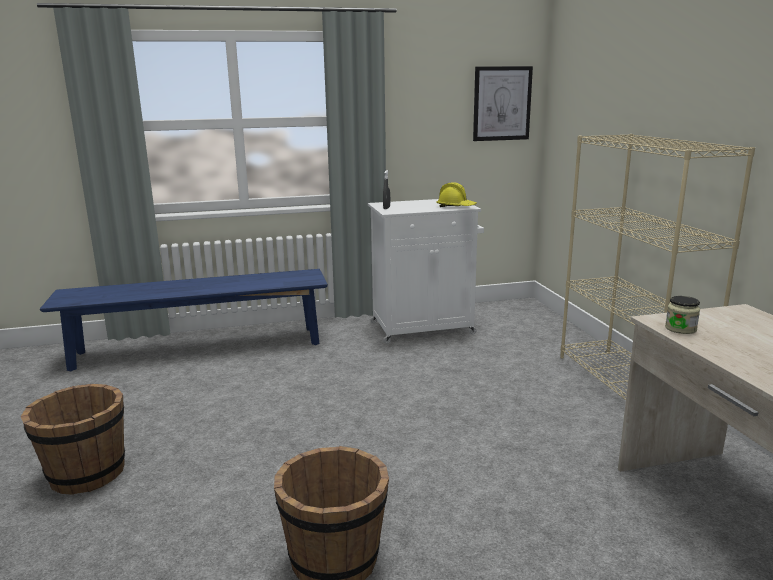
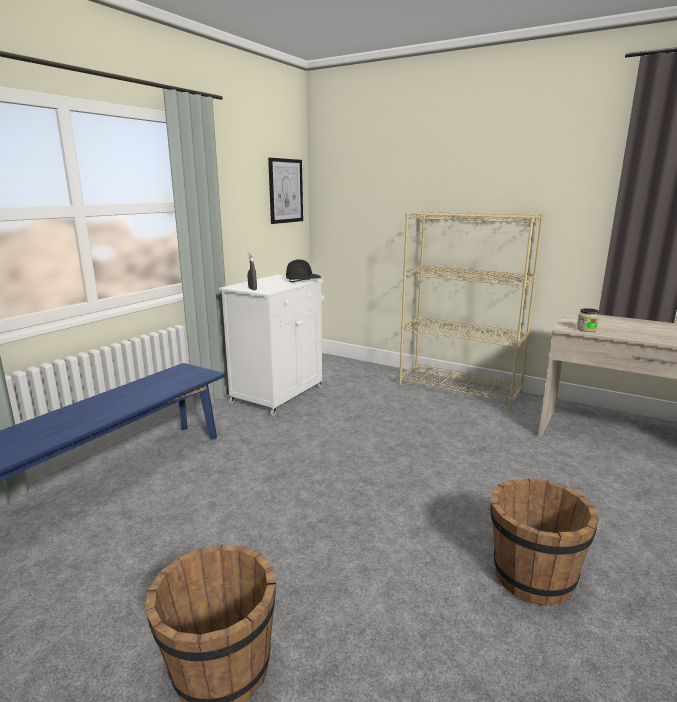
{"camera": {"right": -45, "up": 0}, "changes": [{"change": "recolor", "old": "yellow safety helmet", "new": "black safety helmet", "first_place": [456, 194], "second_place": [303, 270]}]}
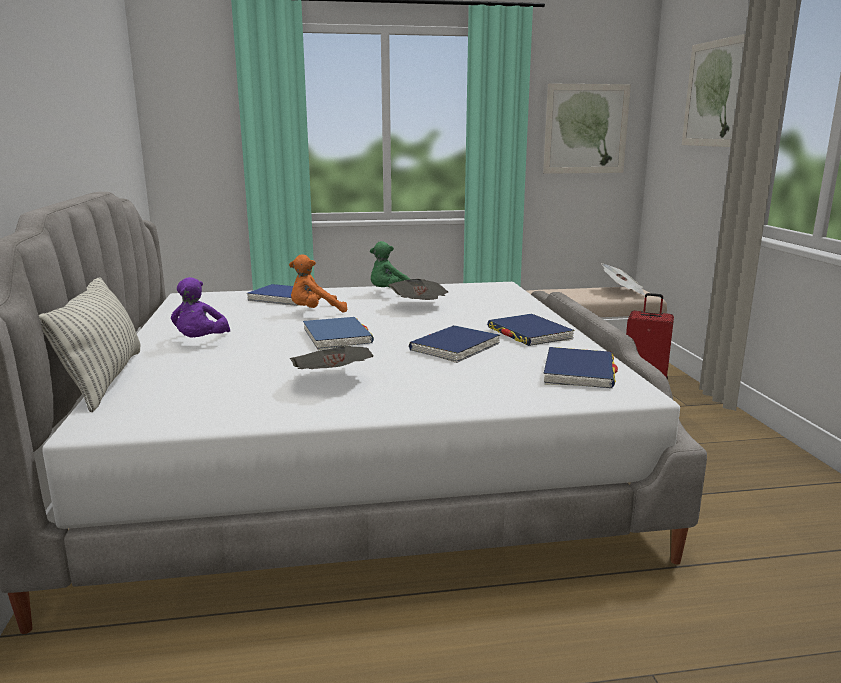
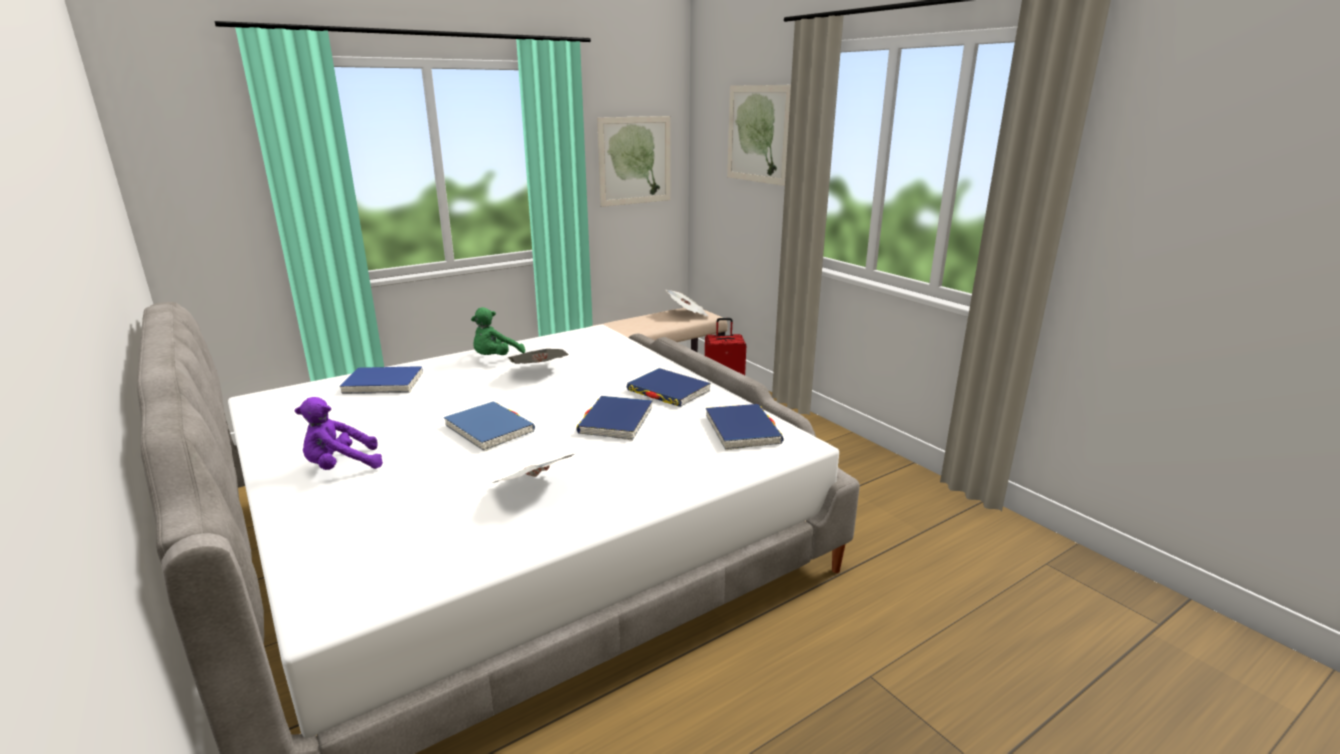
{"camera": {"right": -25, "up": 5}, "changes": [{"change": "rotate", "old": "purple cuddly toy", "first_place": [200, 307], "second_place": [338, 433], "degrees": 90}, {"change": "delete", "old": "pillow", "first_place": [89, 344]}, {"change": "delete", "old": "orangey cuddly toy", "first_place": [318, 283]}]}
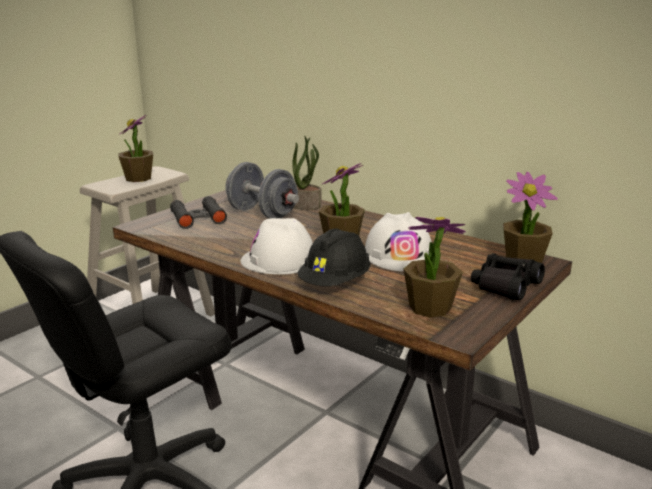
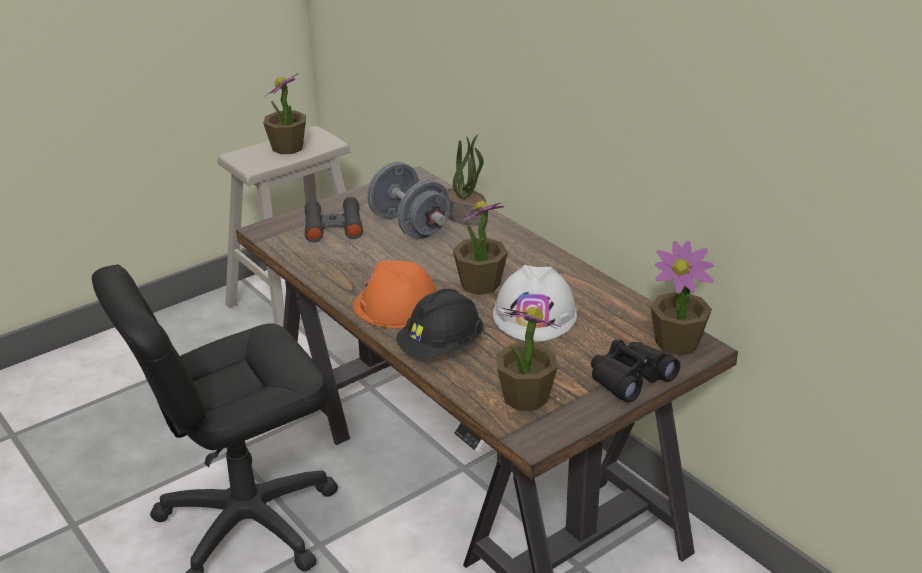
{"camera": {"right": 15, "up": 10}, "changes": [{"change": "recolor", "old": "white safety helmet", "new": "orangey safety helmet", "first_place": [276, 246], "second_place": [394, 294]}]}
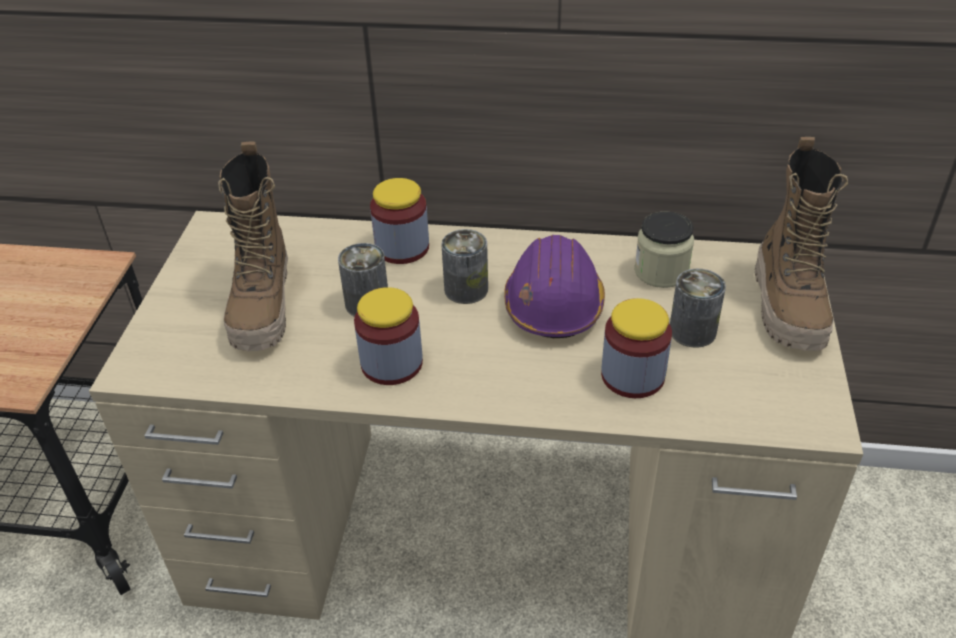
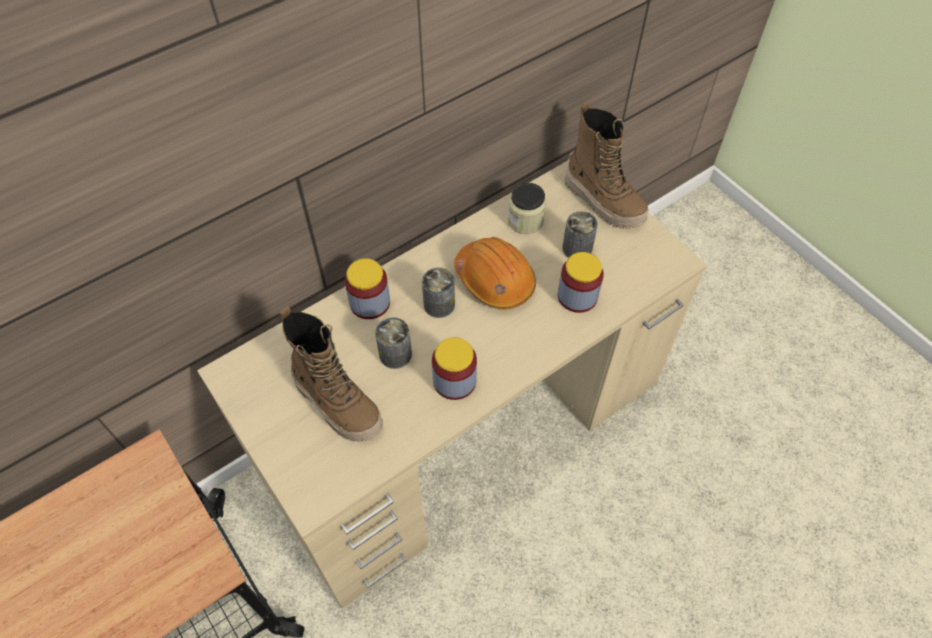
{"camera": {"right": -45, "up": 15}, "changes": [{"change": "recolor", "old": "purple safety helmet", "new": "orangey safety helmet", "first_place": [554, 286], "second_place": [495, 273]}]}
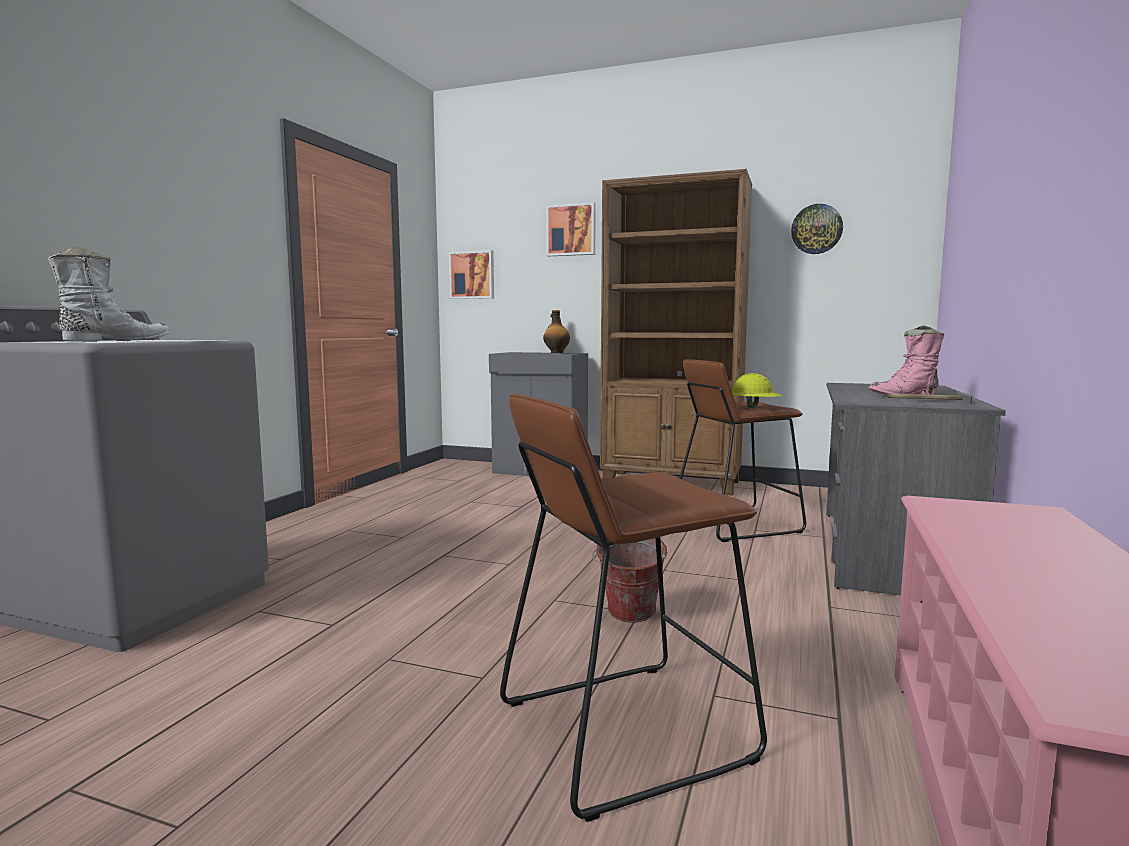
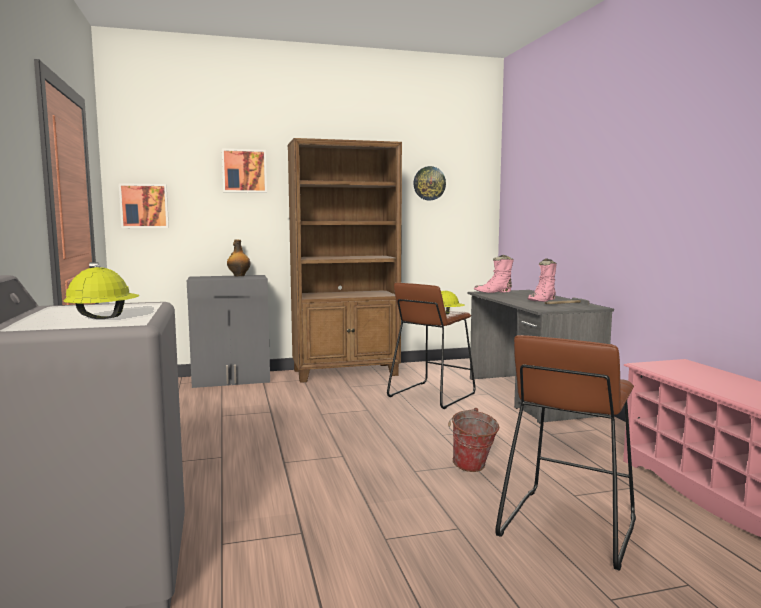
{"camera": {"right": -35, "up": 0}, "changes": [{"change": "replace", "old": "white tall boot", "new": "yellow safety helmet", "first_place": [109, 294], "second_place": [102, 293]}, {"change": "insert", "new": "pinkish tall boot", "second_place": [494, 274]}]}
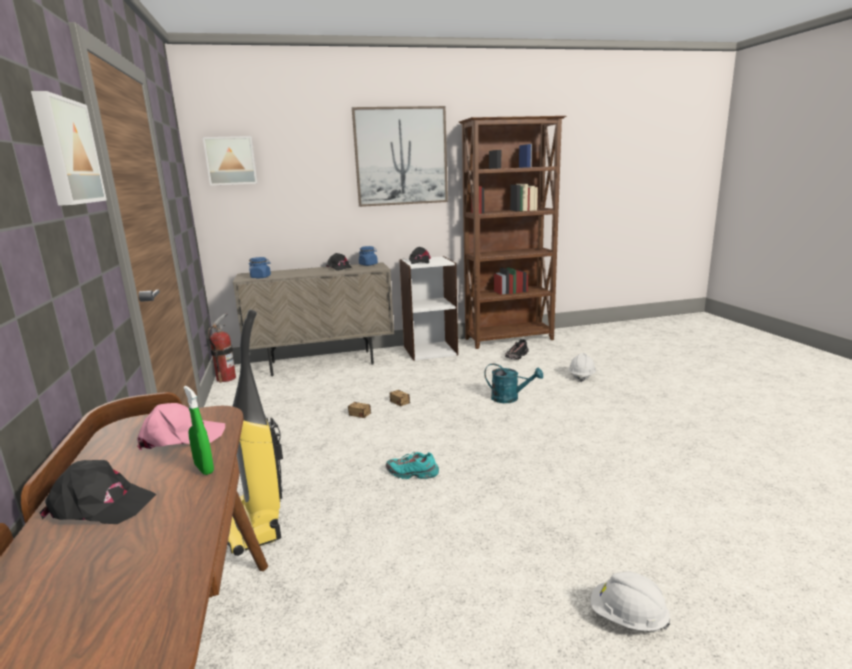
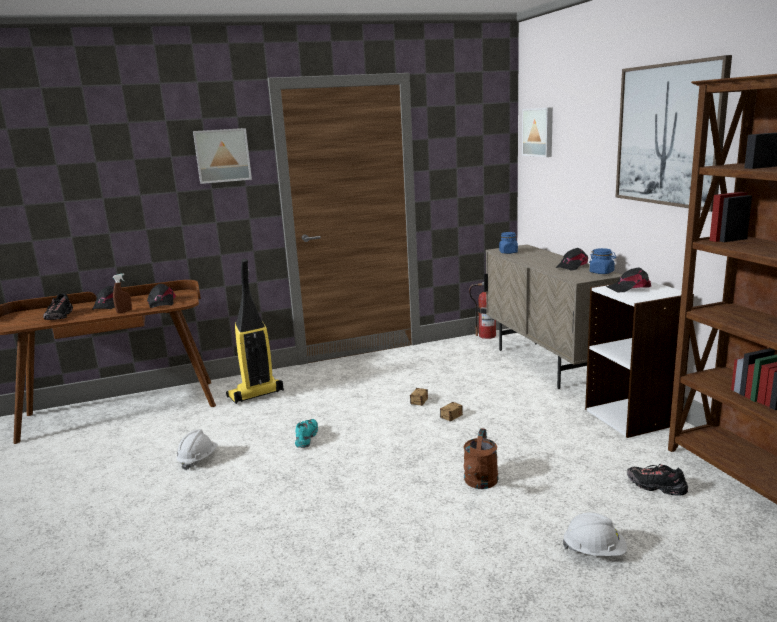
{"camera": {"right": 85, "up": 0}, "changes": [{"change": "insert", "new": "black item of footwear", "second_place": [58, 306]}, {"change": "recolor", "old": "green sprayer", "new": "brownish sprayer", "first_place": [199, 430], "second_place": [122, 293]}, {"change": "recolor", "old": "pinkish baseball cap", "new": "black baseball cap", "first_place": [181, 427], "second_place": [161, 296]}, {"change": "move", "old": "white safety helmet", "first_place": [630, 601], "second_place": [197, 449]}, {"change": "recolor", "old": "blue-green sprinkling can", "new": "brownish sprinkling can", "first_place": [513, 383], "second_place": [480, 458]}]}
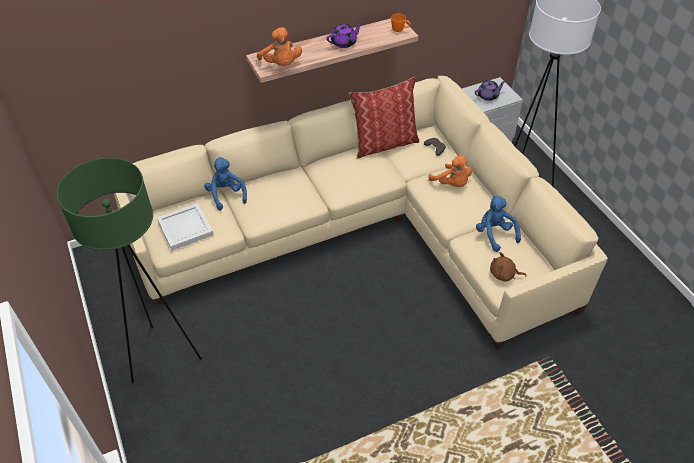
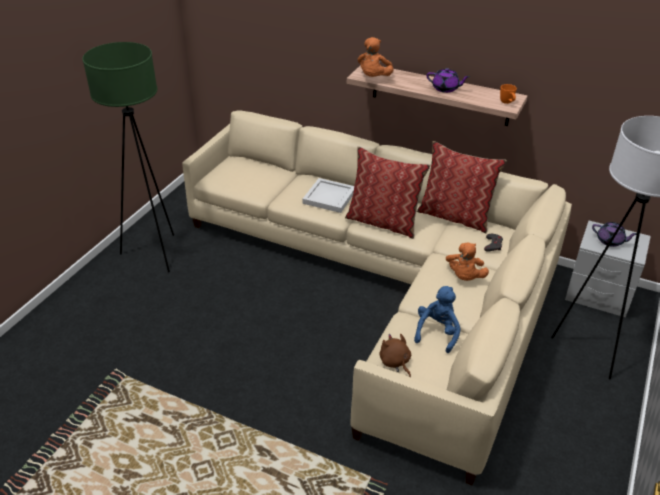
{"camera": {"right": 50, "up": -10}, "changes": [{"change": "move", "old": "white serving tray", "first_place": [185, 226], "second_place": [328, 195]}, {"change": "insert", "new": "pillow", "second_place": [387, 192]}, {"change": "delete", "old": "blue cuddly toy", "first_place": [225, 184]}]}
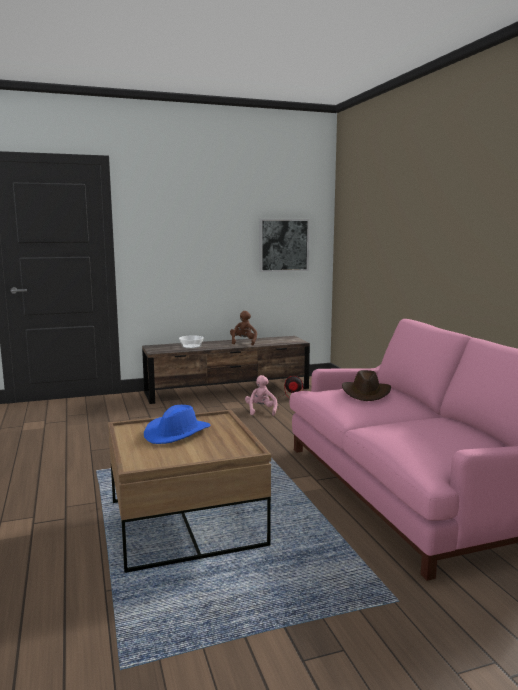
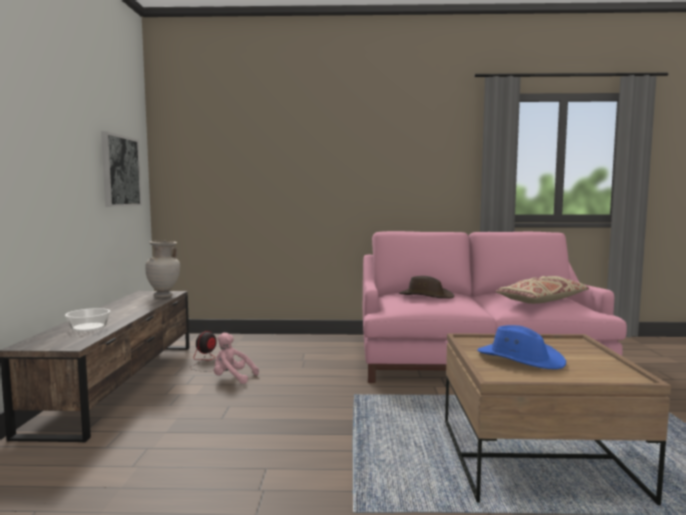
{"camera": {"right": -70, "up": -5}, "changes": [{"change": "insert", "new": "beige-coloured flower vase", "second_place": [162, 269]}, {"change": "insert", "new": "beige-coloured pillow", "second_place": [542, 290]}, {"change": "delete", "old": "brownish cuddly toy", "first_place": [243, 328]}]}
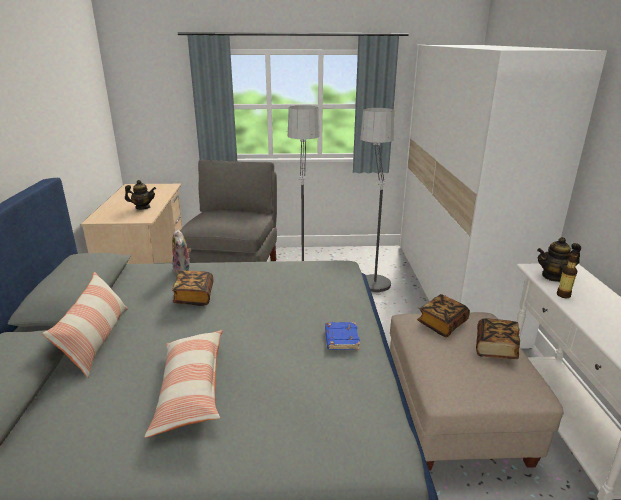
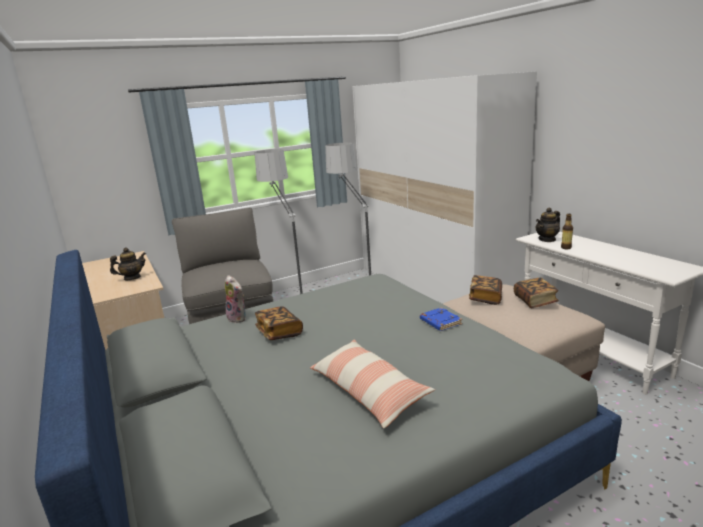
{"camera": {"right": -25, "up": -5}, "changes": [{"change": "delete", "old": "pillow", "first_place": [85, 325]}]}
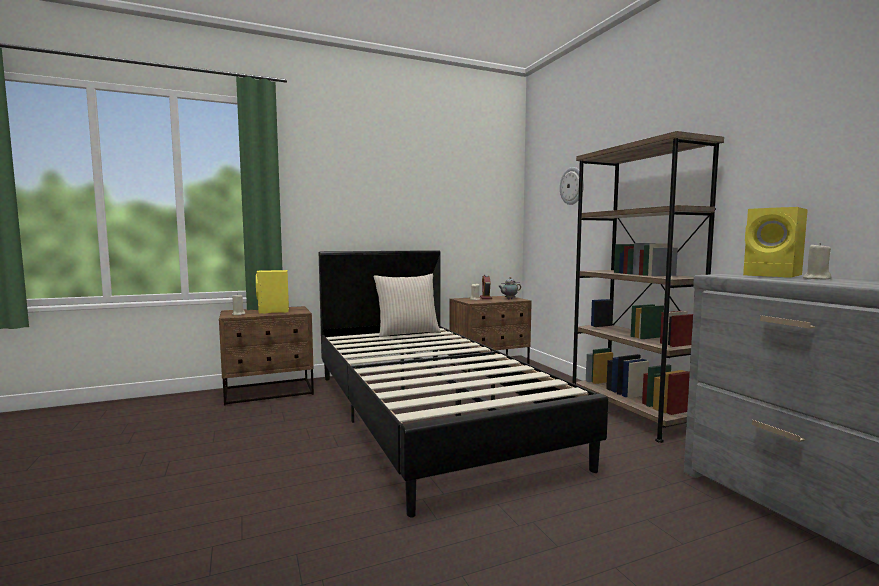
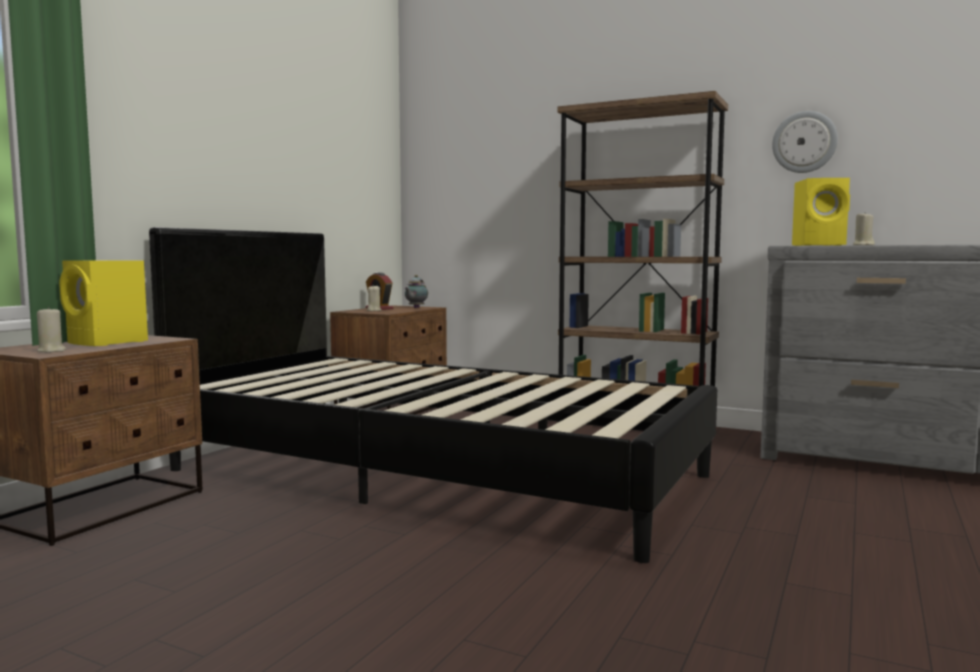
{"camera": {"right": -40, "up": 0}, "changes": [{"change": "move", "old": "hanging clock", "first_place": [572, 186], "second_place": [805, 142]}, {"change": "delete", "old": "beige-coloured pillow", "first_place": [407, 305]}]}
